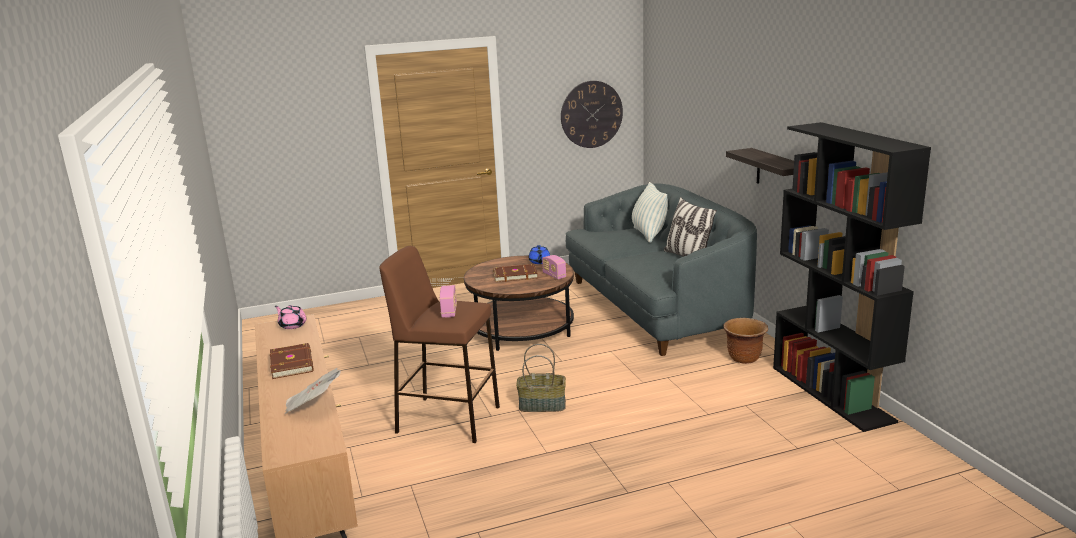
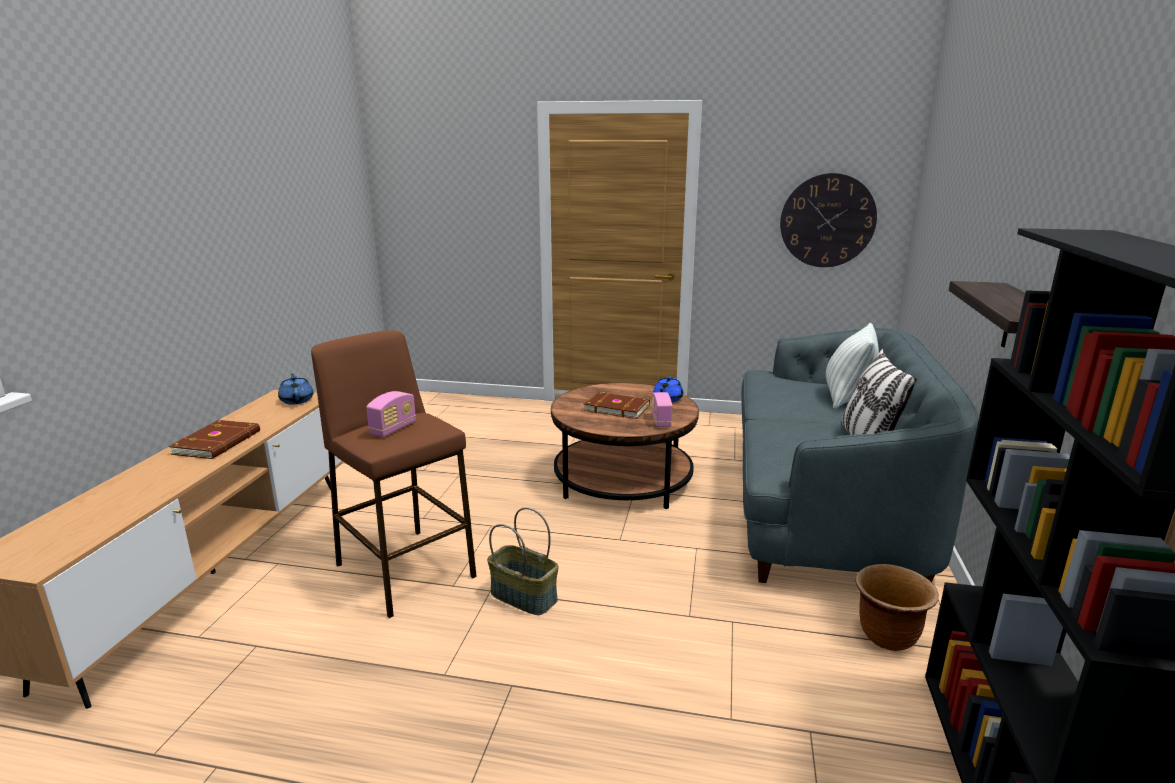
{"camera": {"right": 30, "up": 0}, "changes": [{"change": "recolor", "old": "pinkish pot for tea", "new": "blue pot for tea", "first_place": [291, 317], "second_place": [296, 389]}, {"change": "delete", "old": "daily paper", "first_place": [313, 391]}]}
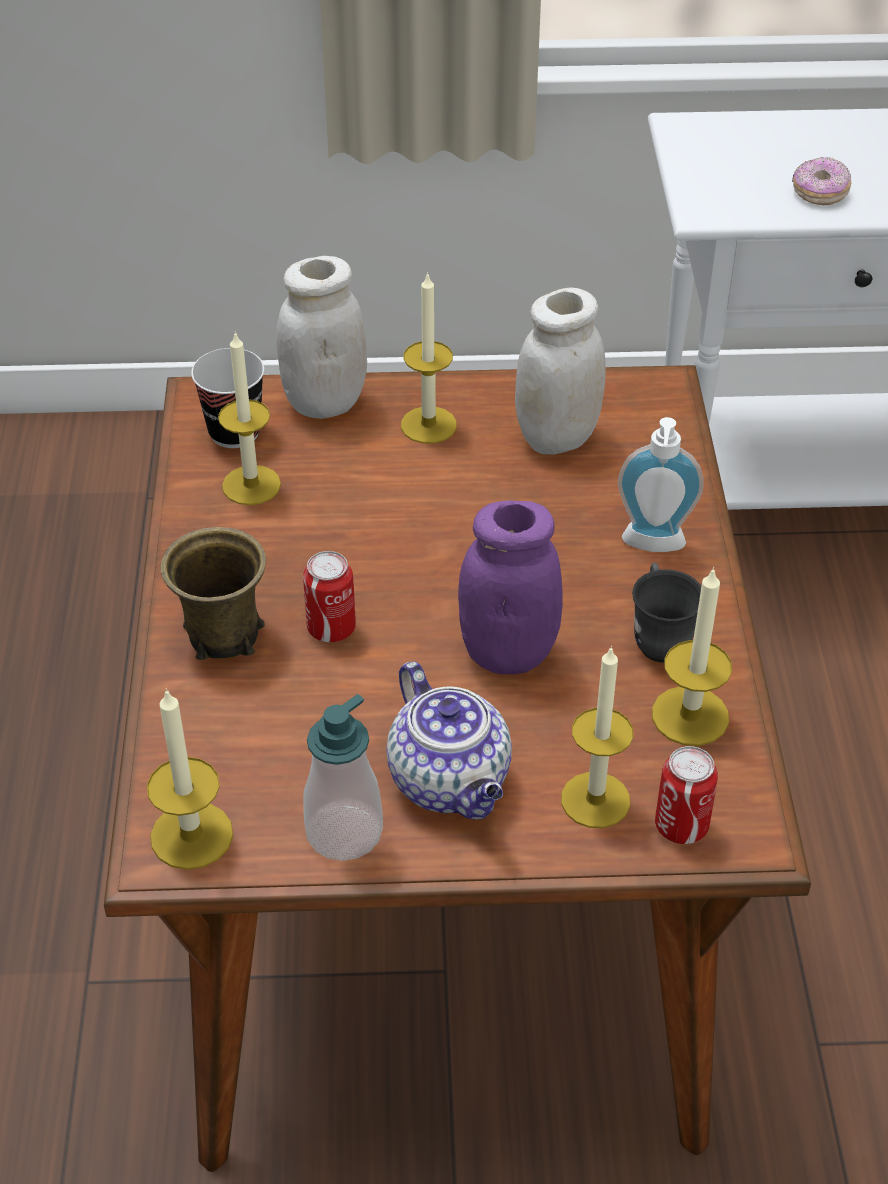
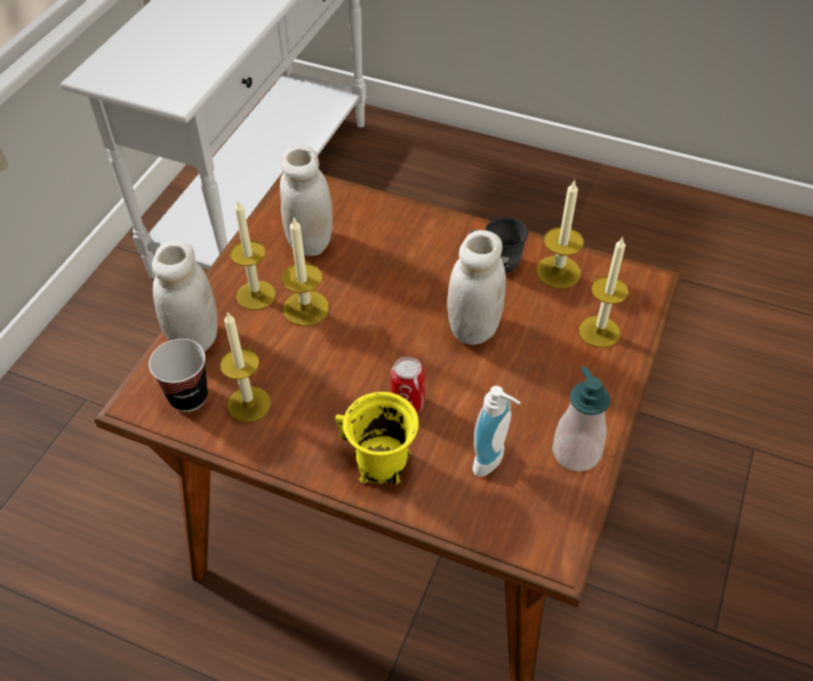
{"camera": {"right": -65, "up": 5}, "changes": [{"change": "move", "old": "wax light", "first_place": [190, 779], "second_place": [305, 272]}, {"change": "recolor", "old": "brownish mug", "new": "yellow mug", "first_place": [213, 593], "second_place": [377, 438]}, {"change": "recolor", "old": "purple storage jar", "new": "white storage jar", "first_place": [510, 587], "second_place": [476, 287]}, {"change": "move", "old": "soap dispenser", "first_place": [661, 484], "second_place": [496, 431]}, {"change": "delete", "old": "pot for tea", "first_place": [449, 740]}, {"change": "delete", "old": "metal can", "first_place": [686, 795]}, {"change": "delete", "old": "donut", "first_place": [821, 181]}]}
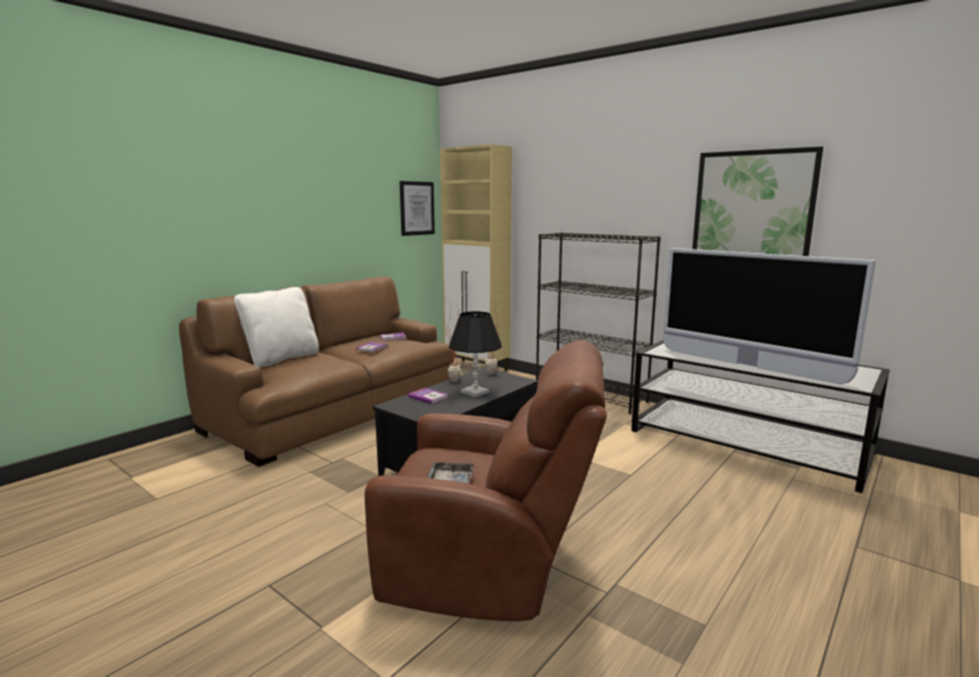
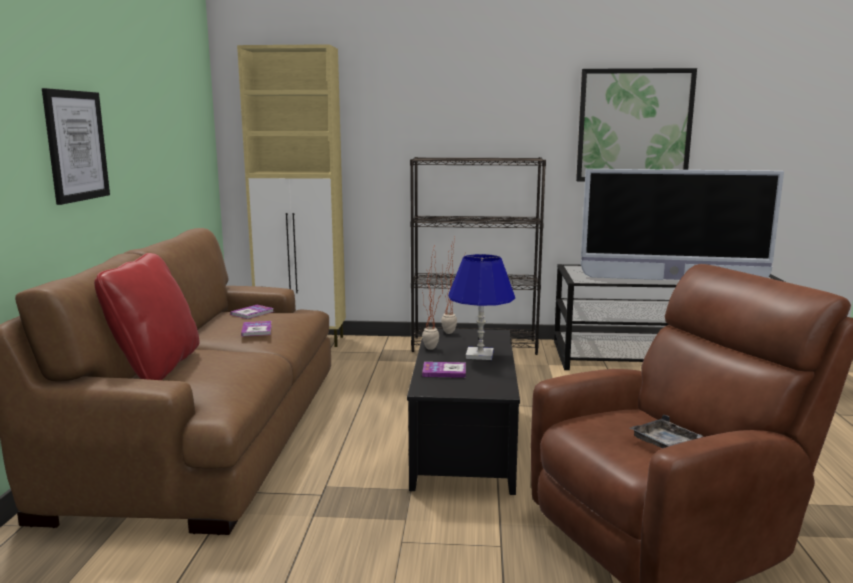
{"camera": {"right": -35, "up": 0}, "changes": [{"change": "move", "old": "wall picture", "first_place": [417, 208], "second_place": [76, 146]}, {"change": "recolor", "old": "white pillow", "new": "red-coloured pillow", "first_place": [276, 327], "second_place": [147, 316]}, {"change": "recolor", "old": "black lamp for a table", "new": "blue lamp for a table", "first_place": [475, 354], "second_place": [481, 307]}]}
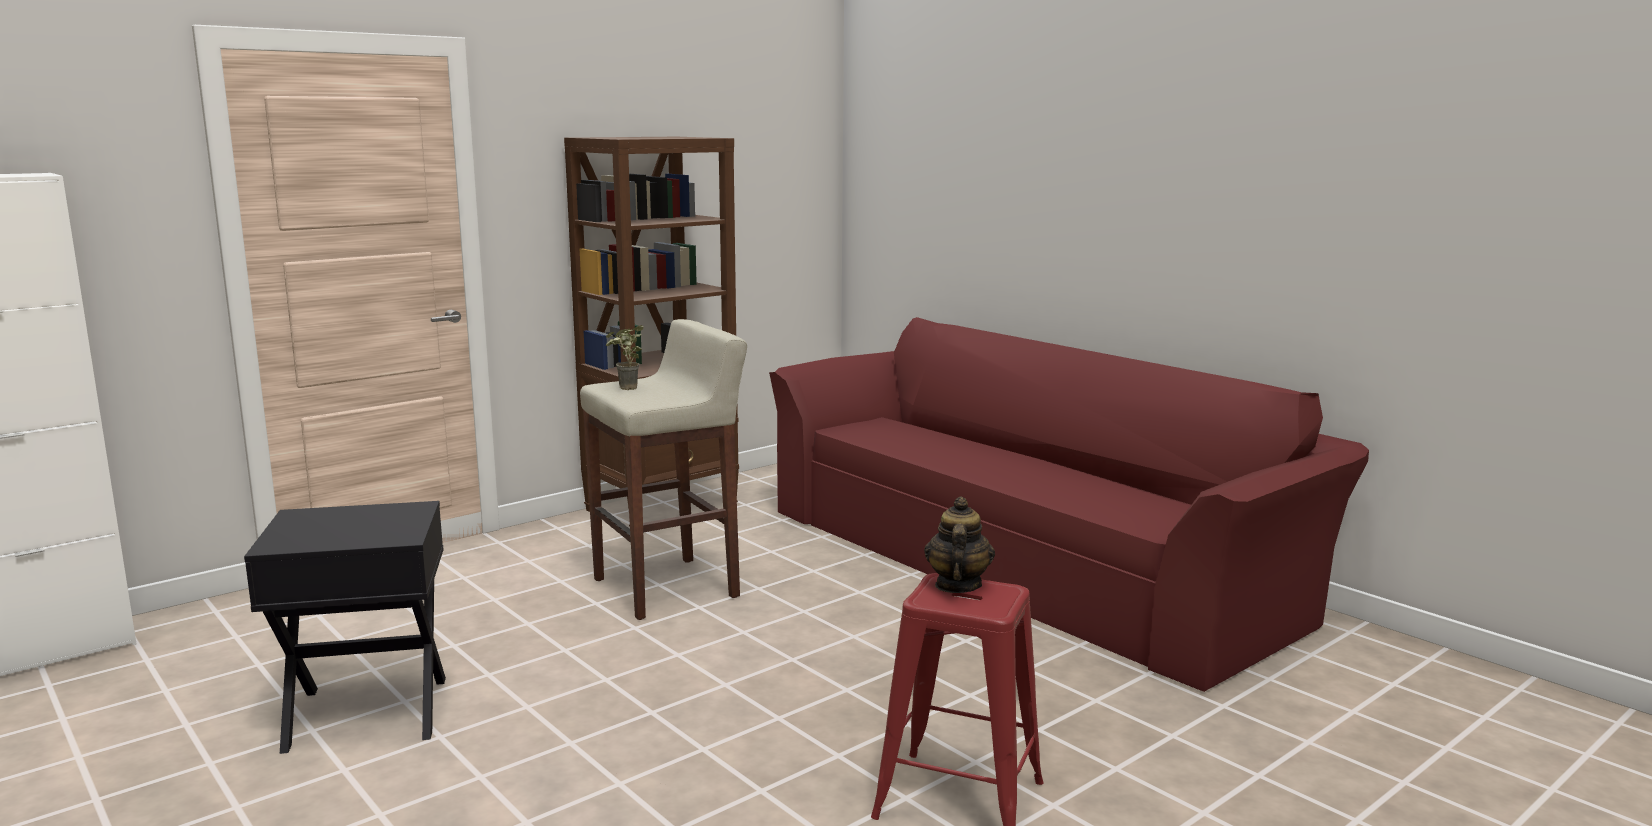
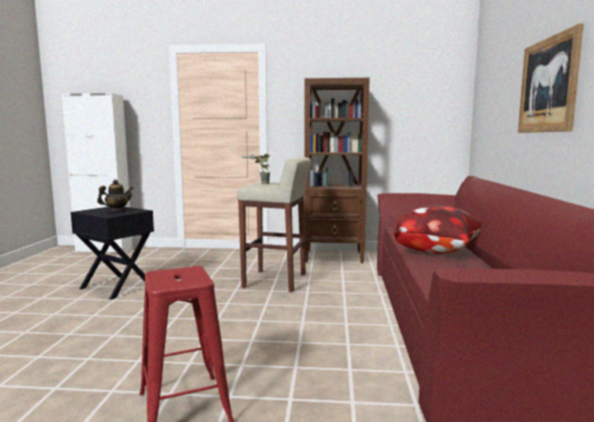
{"camera": {"right": 45, "up": -5}, "changes": [{"change": "move", "old": "pot for tea", "first_place": [959, 544], "second_place": [115, 195]}, {"change": "insert", "new": "pillow", "second_place": [437, 229]}, {"change": "insert", "new": "wall picture", "second_place": [551, 78]}]}
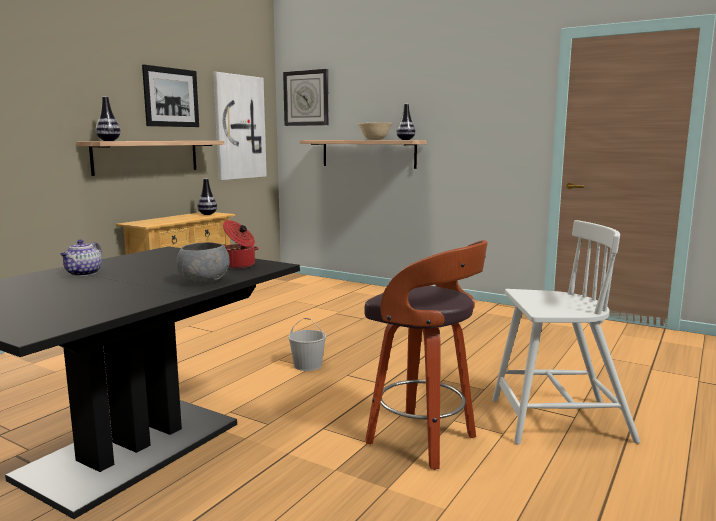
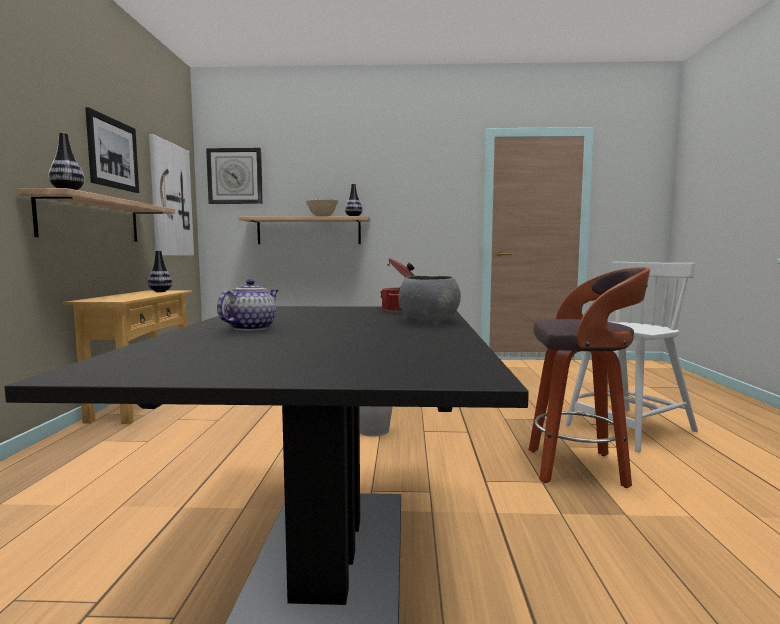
{"camera": {"right": -30, "up": -5}, "changes": [{"change": "rotate", "old": "pot for tea", "first_place": [81, 258], "second_place": [247, 305], "degrees": -135}]}
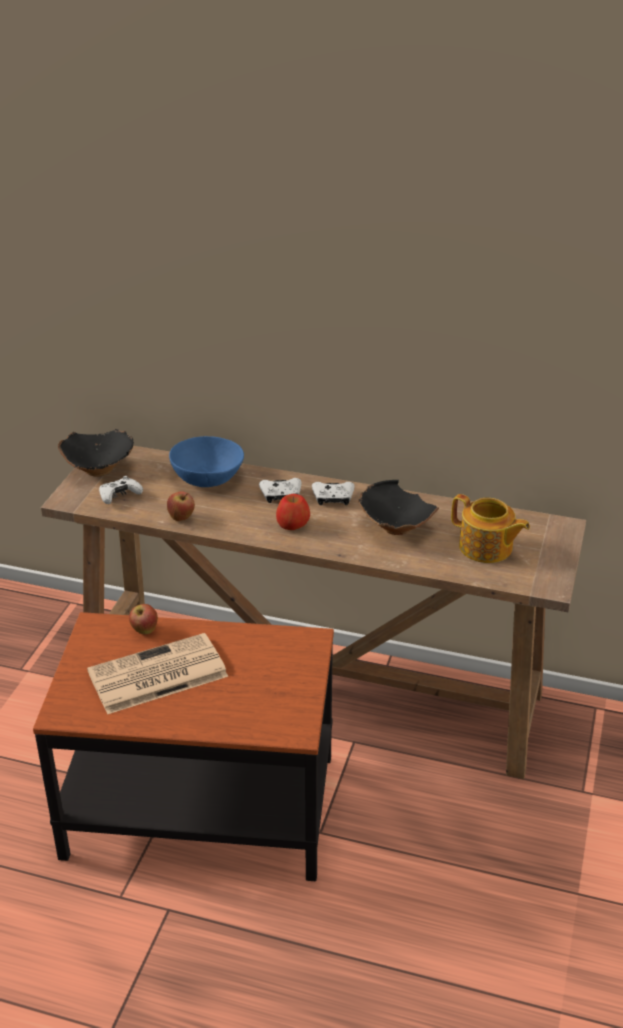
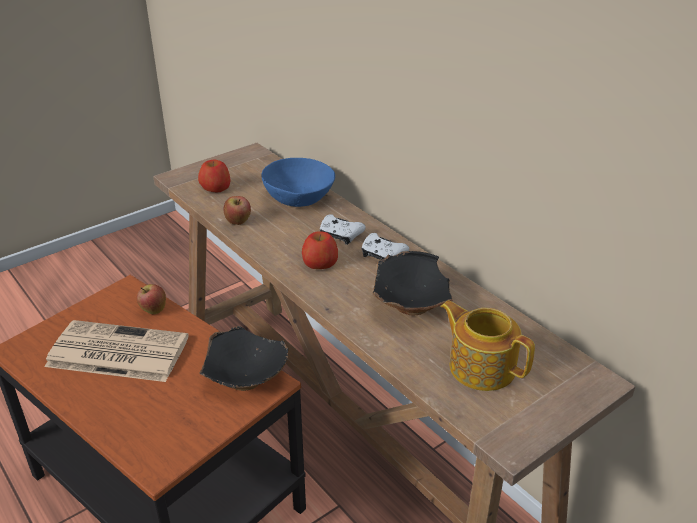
{"camera": {"right": 35, "up": 0}, "changes": [{"change": "replace", "old": "white game controller", "new": "whole apple", "first_place": [121, 490], "second_place": [214, 176]}, {"change": "move", "old": "black serving bowl", "first_place": [96, 453], "second_place": [244, 358]}, {"change": "rotate", "old": "pot for tea", "first_place": [490, 528], "second_place": [487, 346], "degrees": 150}]}
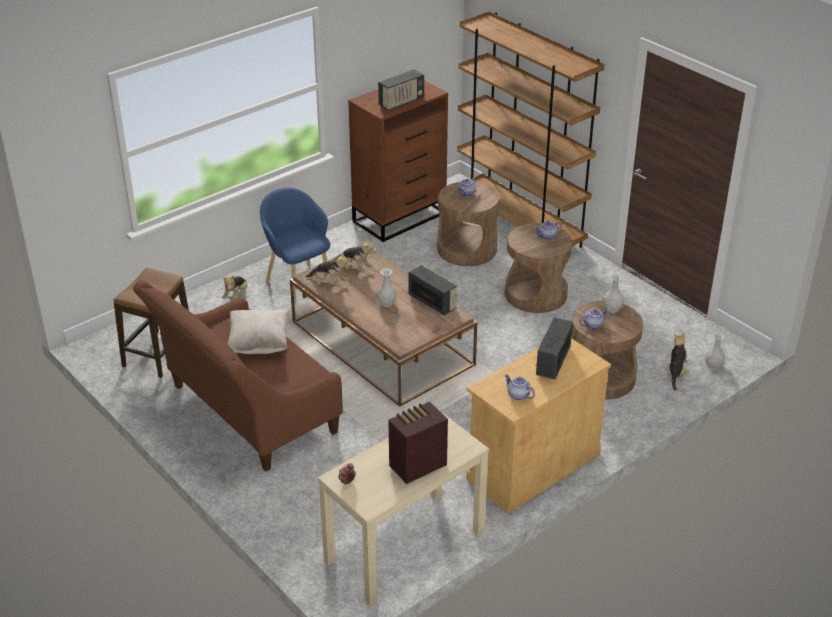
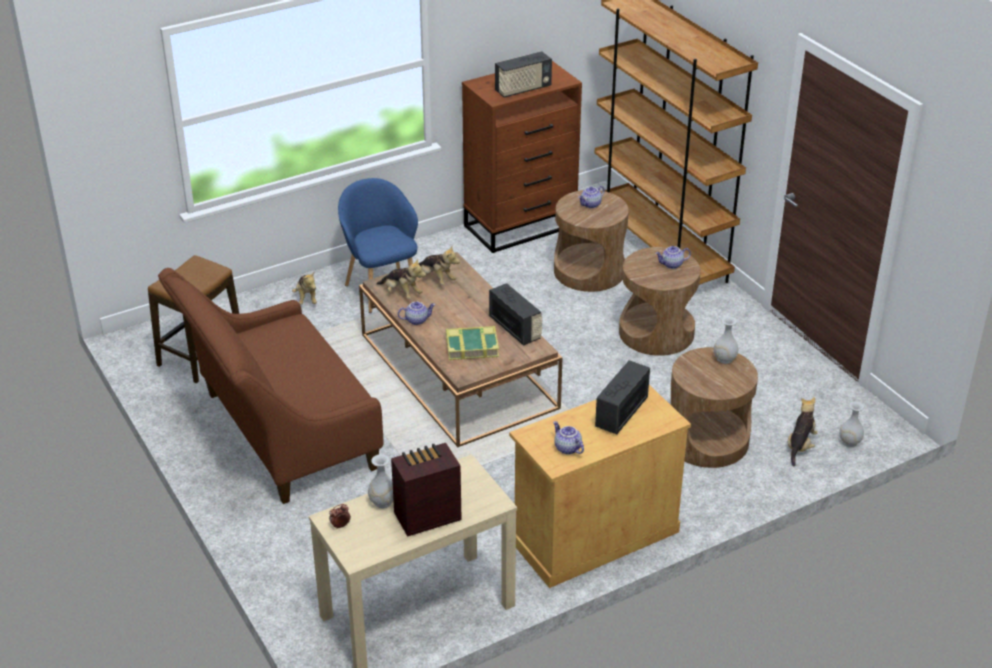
{"camera": {"right": 10, "up": 0}, "changes": [{"change": "rotate", "old": "cuddly toy", "first_place": [234, 288], "second_place": [304, 288], "degrees": -45}, {"change": "move", "old": "white flower vase", "first_place": [387, 288], "second_place": [380, 481]}, {"change": "move", "old": "pot for tea", "first_place": [594, 319], "second_place": [416, 313]}, {"change": "insert", "new": "bound book", "second_place": [472, 343]}, {"change": "delete", "old": "beige-coloured pillow", "first_place": [258, 332]}]}
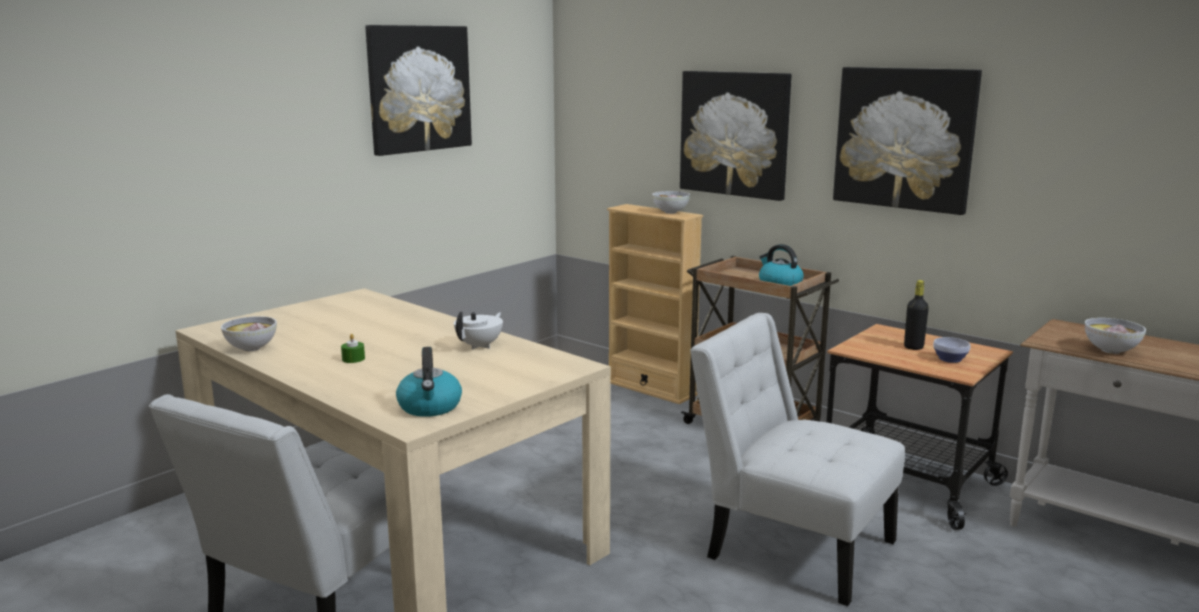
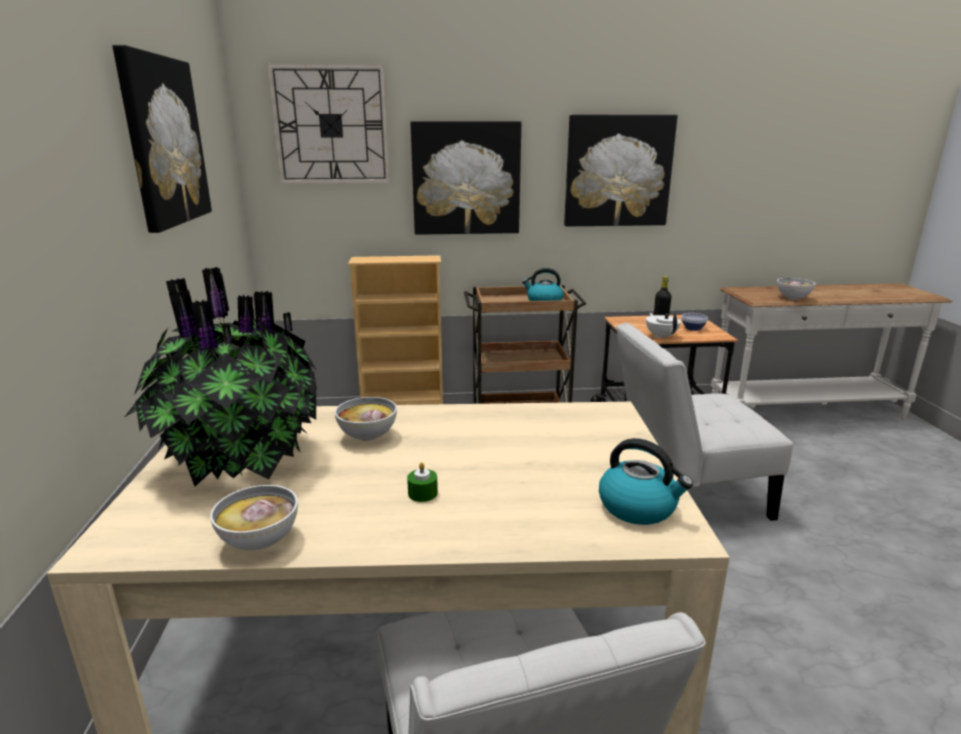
{"camera": {"right": -45, "up": 5}, "changes": [{"change": "insert", "new": "potted plant", "second_place": [221, 377]}, {"change": "insert", "new": "hanging clock", "second_place": [328, 124]}, {"change": "move", "old": "serving bowl", "first_place": [671, 202], "second_place": [366, 419]}, {"change": "move", "old": "white pot for tea", "first_place": [478, 330], "second_place": [663, 326]}]}
